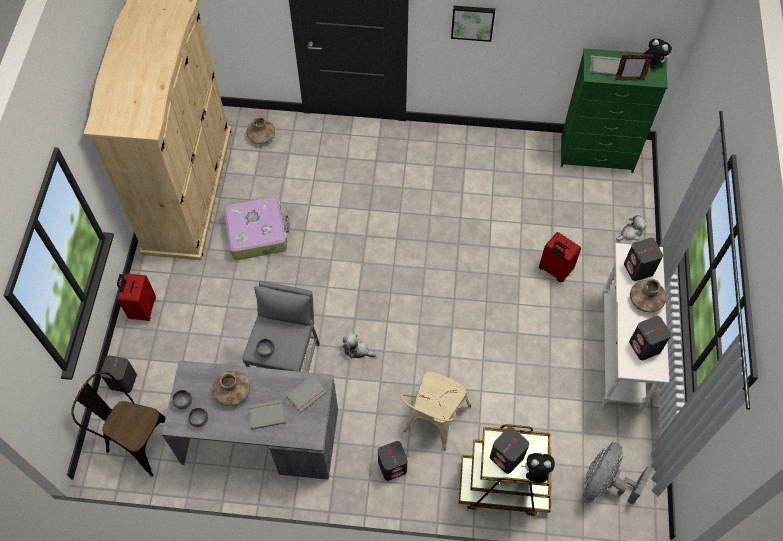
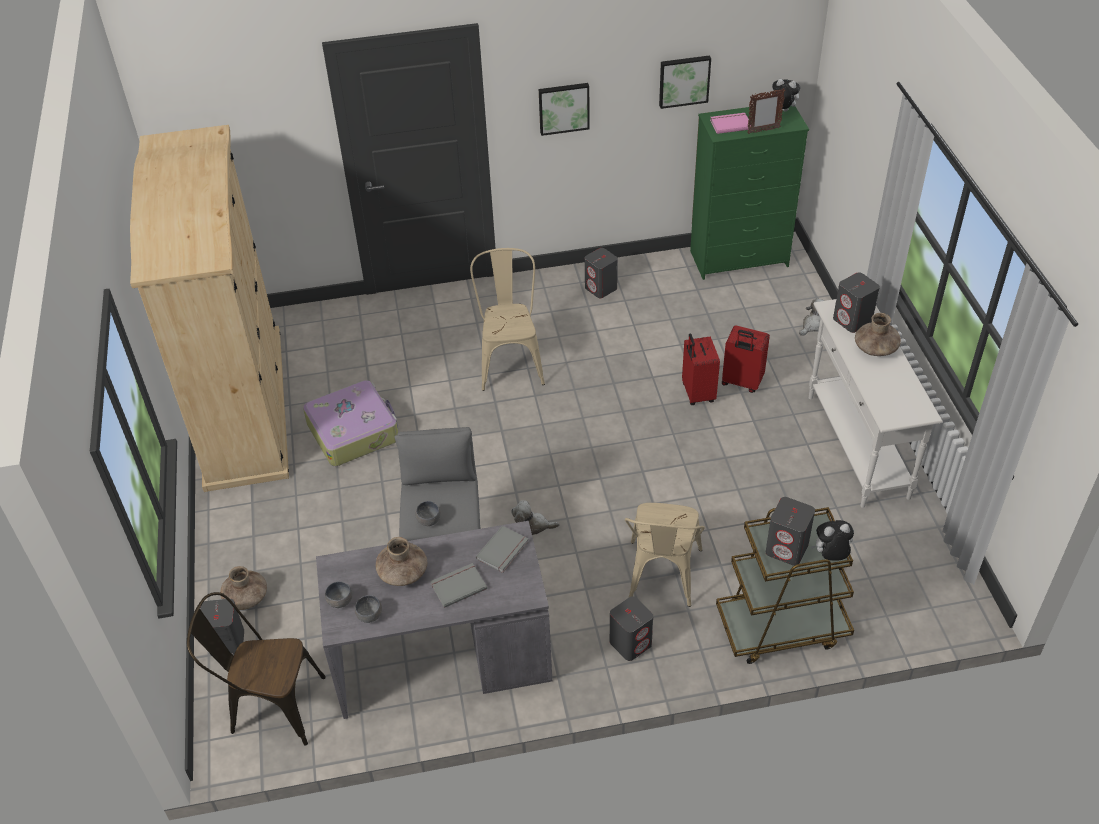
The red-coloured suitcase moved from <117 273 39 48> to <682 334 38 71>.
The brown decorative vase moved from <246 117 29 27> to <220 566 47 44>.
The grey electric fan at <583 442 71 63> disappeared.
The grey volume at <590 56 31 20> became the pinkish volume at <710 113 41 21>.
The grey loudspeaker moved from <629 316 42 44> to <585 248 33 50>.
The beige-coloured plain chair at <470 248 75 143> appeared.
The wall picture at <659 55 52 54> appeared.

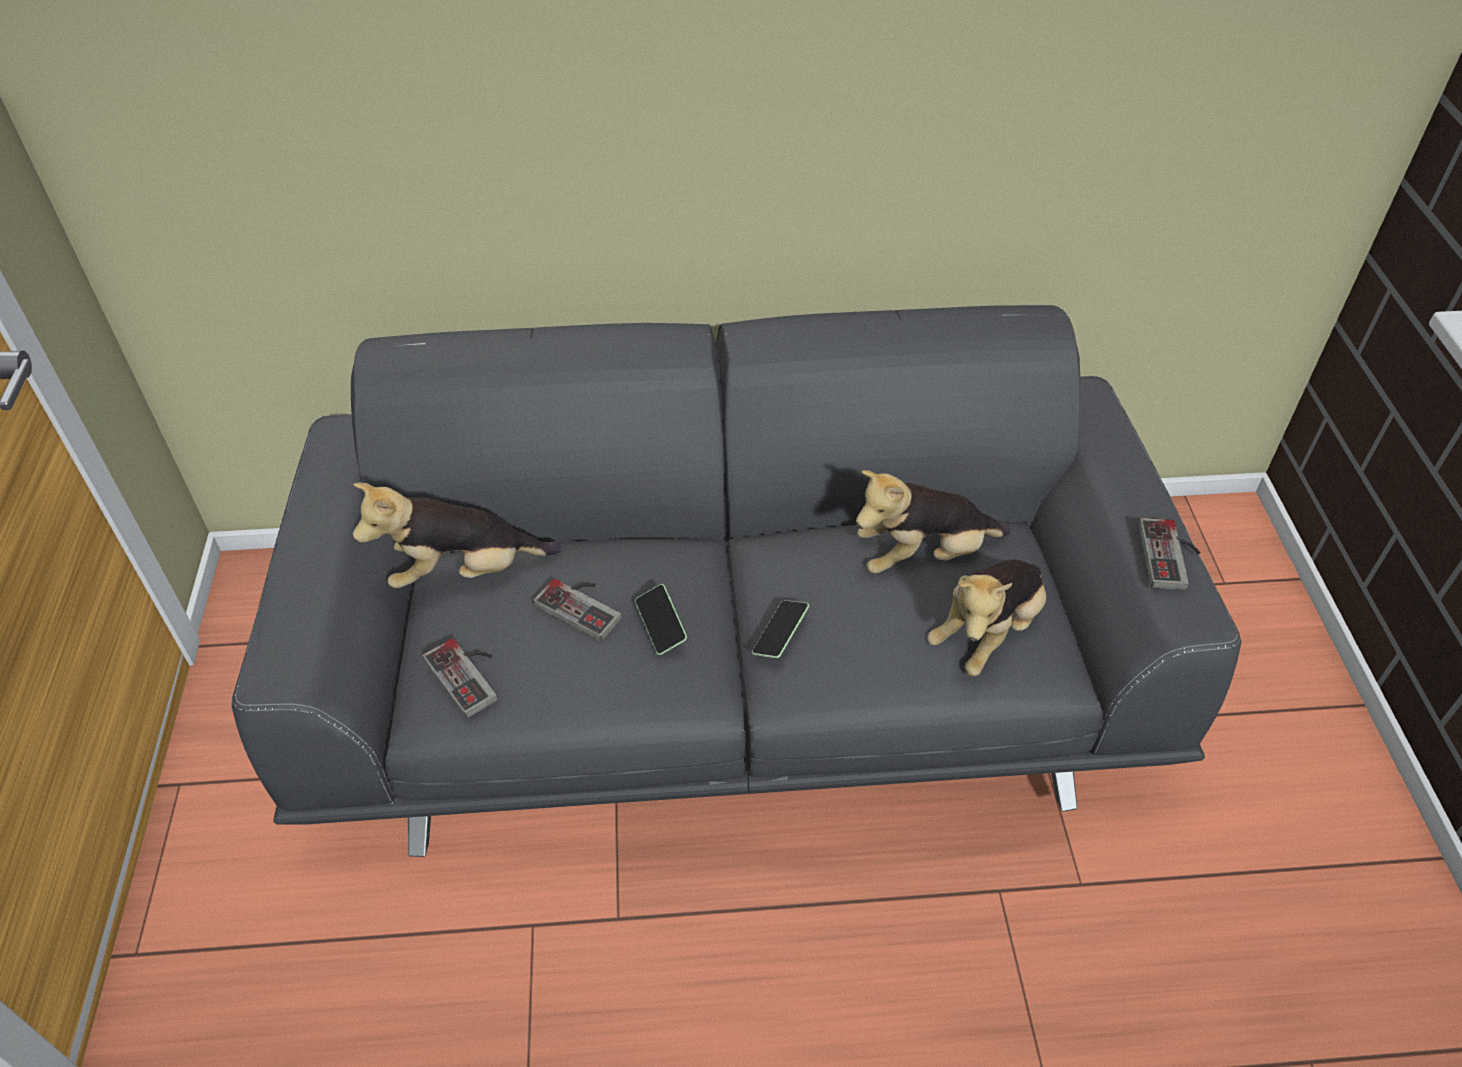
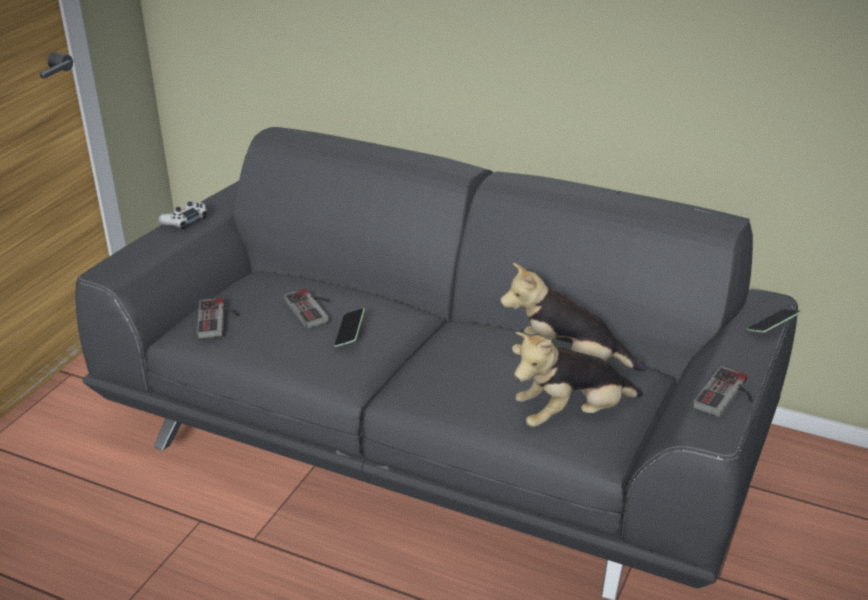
The plush toy at <353 483 209 105> disappeared.
The telephone moved from <752 600 57 58> to <747 309 54 24>.
The white game controller at <158 201 49 29> appeared.

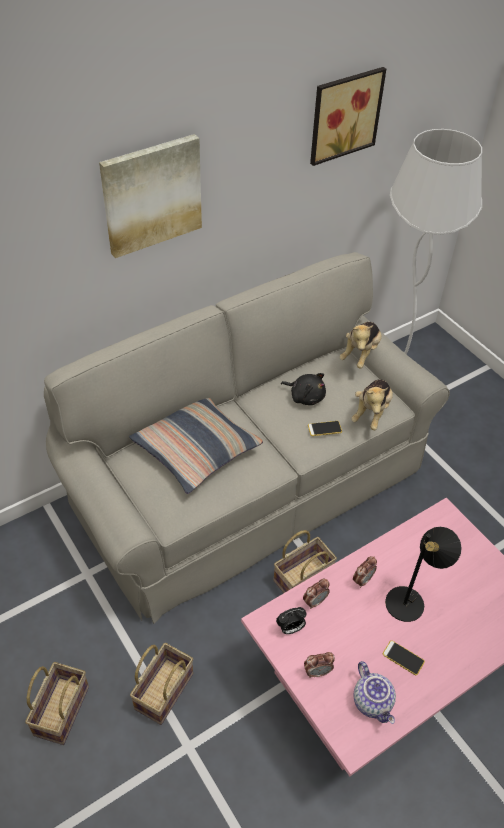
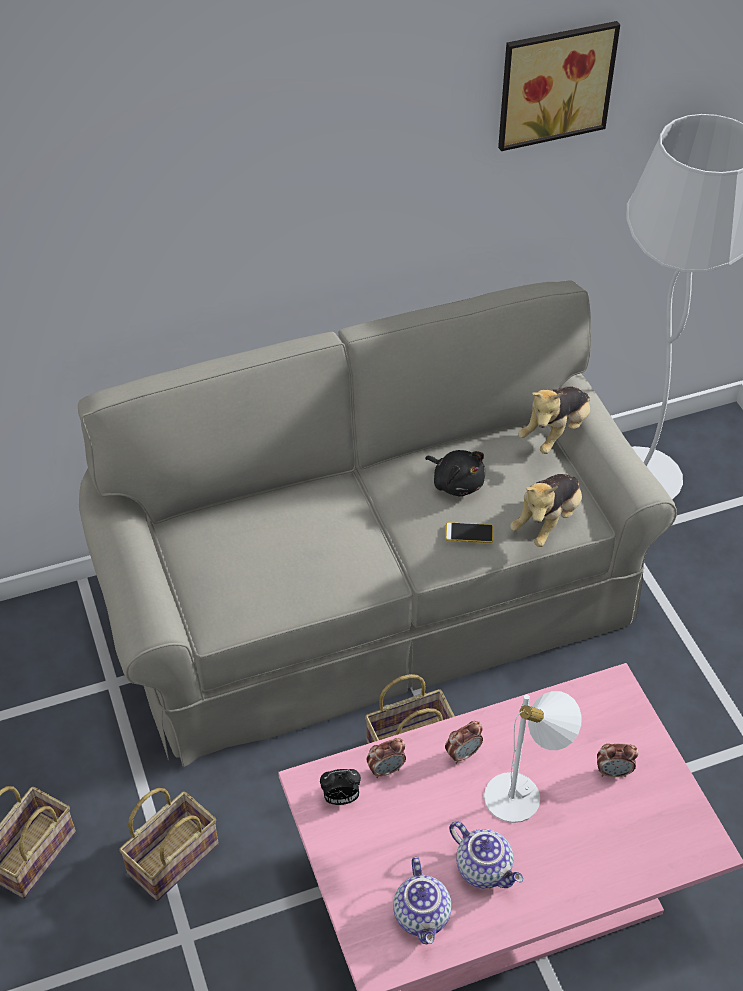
The wall picture at <99 134 103 124> disappeared.
The throw pillow at <129 398 134 96> disappeared.
The bedside clock moved from <304 652 31 26> to <597 744 42 33>.
The telephone at <383 640 42 35> was replaced by the teapot at <449 821 74 68>.
The black-coloured tabletop lamp at <385 527 77 95> became the white tabletop lamp at <484 691 98 132>.

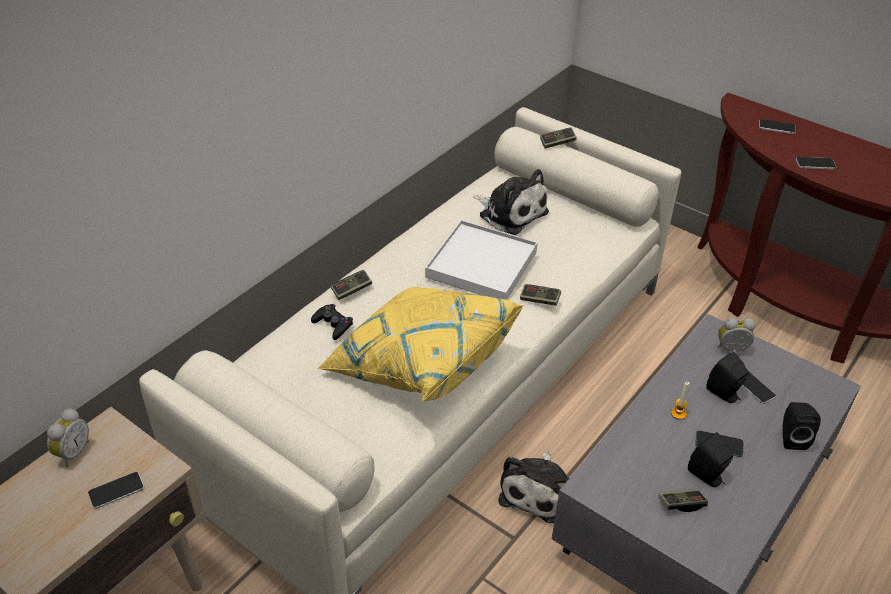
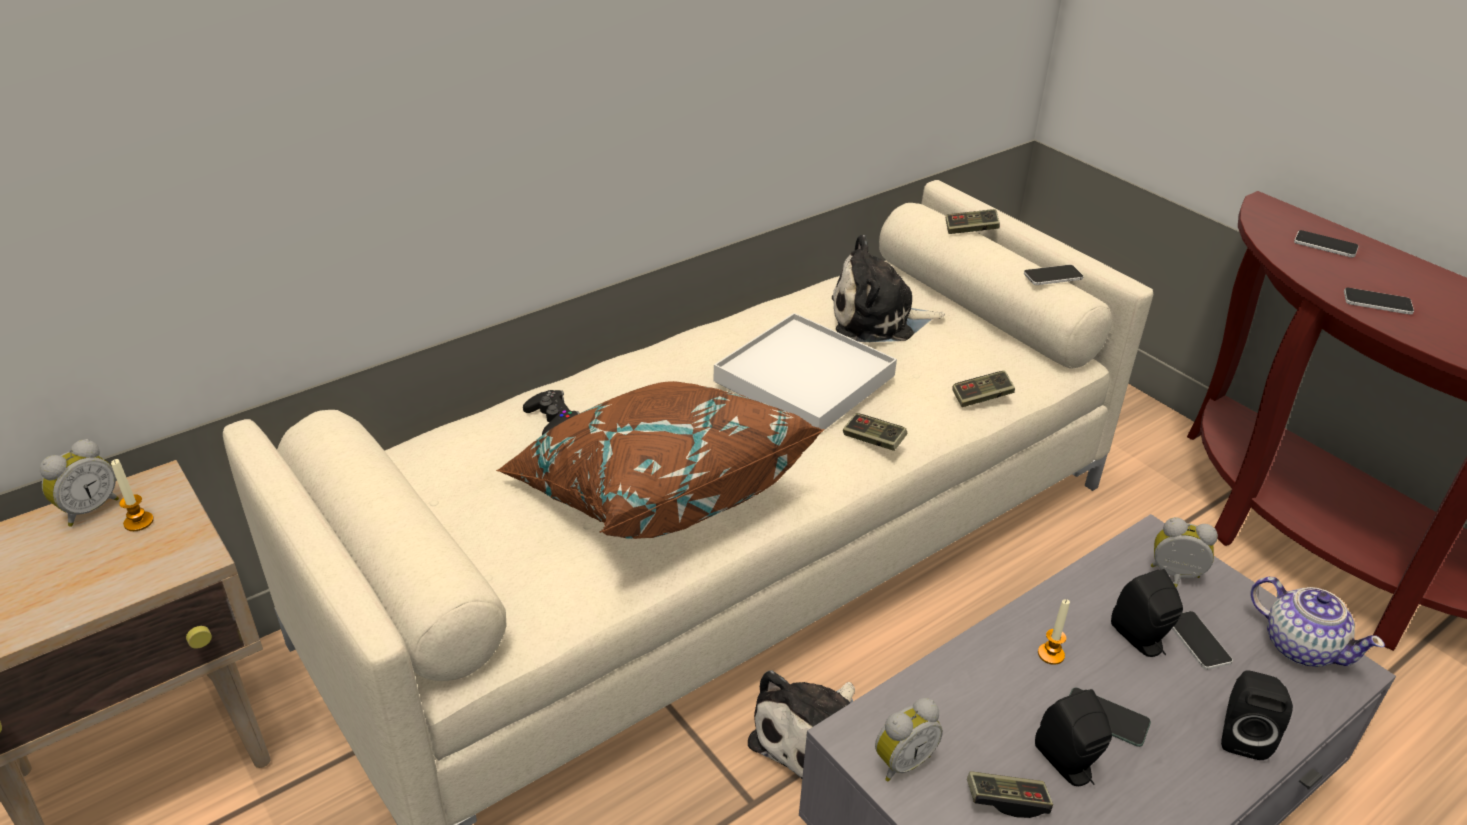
The telephone moved from <88 472 56 37> to <1024 265 60 20>.
The yellow-coloured throw pillow at <317 287 207 114> became the brown throw pillow at <496 381 328 158>.
The game controller moved from <331 270 41 30> to <952 371 63 36>.
The plush toy at <473 169 76 66> turned 120 degrees clockwise.
The wax light at <111 459 43 72> appeared.
The bedside clock at <875 698 68 84> appeared.
The teapot at <1250 577 135 90> appeared.

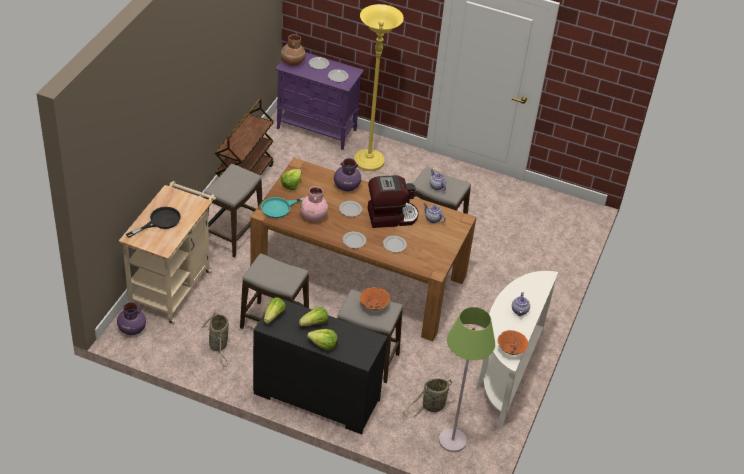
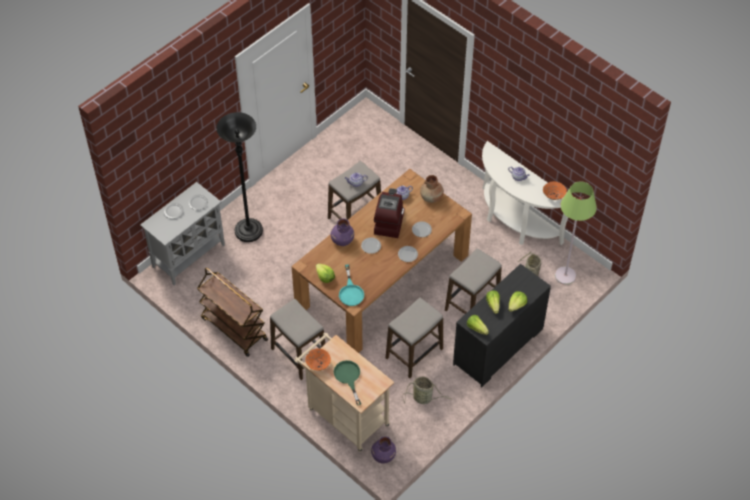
The black-coloured skillet at <126 207 55 31> became the greenish skillet at <334 360 27 45>.
The purple-coloured cabinet at <275 52 89 98> became the grey cabinet at <140 182 85 103>.
The brown decorative vase moved from <281 34 25 32> to <420 175 24 28>.
The pinkish decorative vase at <300 186 28 35> disappeared.
The yellow-coloured standard lamp at <354 4 50 167> became the black-coloured standard lamp at <216 112 47 130>.
The orange deep dish moved from <360 287 30 23> to <305 348 26 23>.

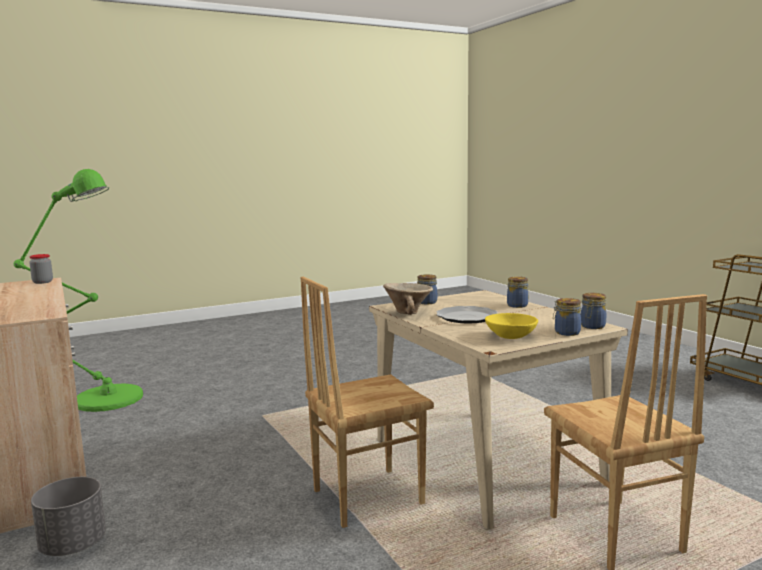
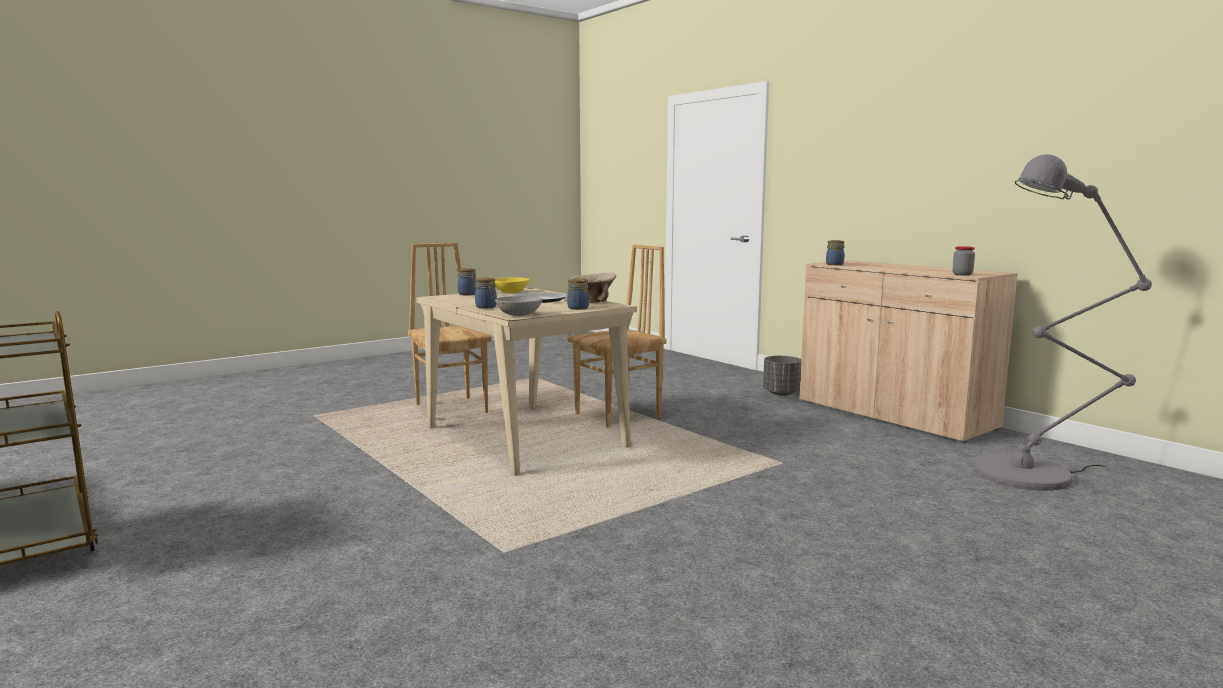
The greenish standard lamp at <14 169 129 243> became the grey standard lamp at <973 154 179 337>.
The storage jar moved from <581 293 25 36> to <826 240 18 25>.
The grey deep dish at <495 296 47 20> appeared.

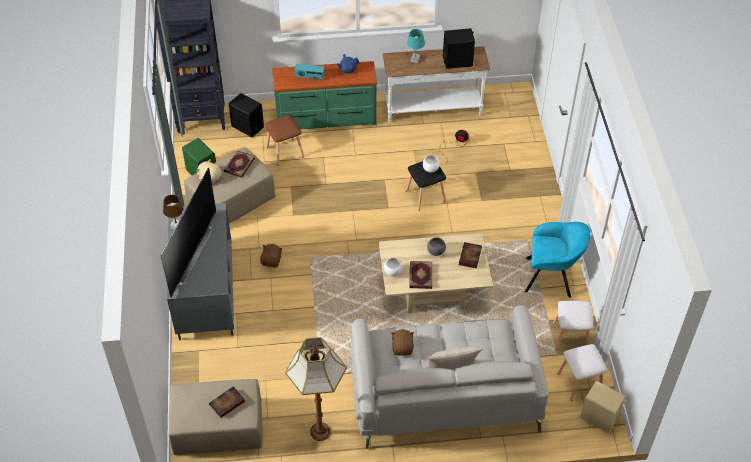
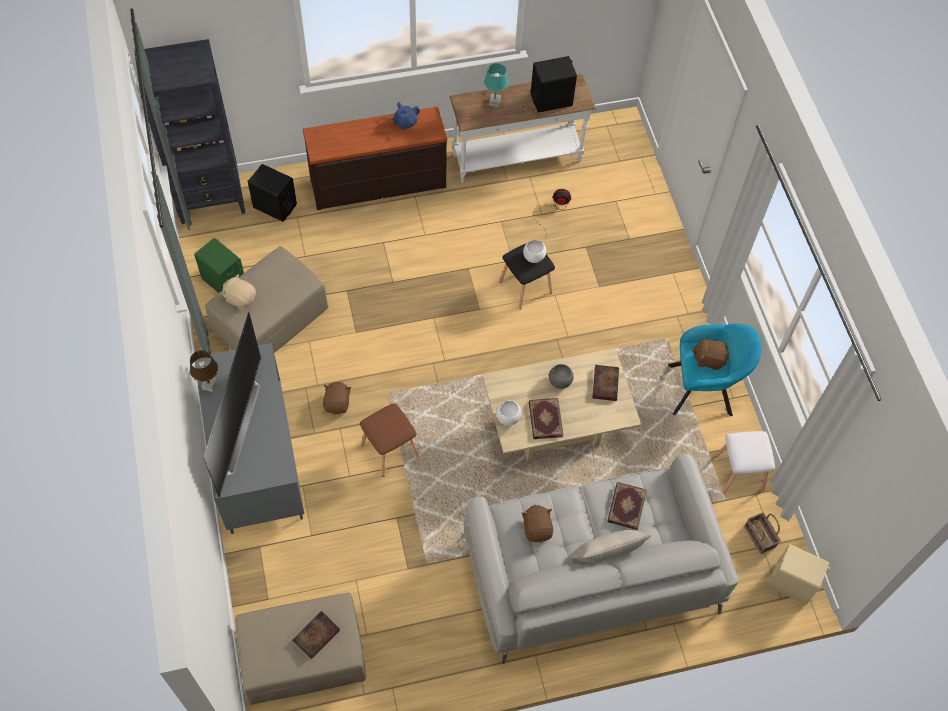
The volume moved from <223 150 32 28> to <608 482 39 48>.
The brown stool seat moved from <265 115 39 51> to <360 403 59 74>.
The greenish chest of drawers at <272 61 105 69> became the brown chest of drawers at <303 106 144 104>.
The standard lamp at <285 337 62 104> disappeared.
The radio receiver at <295 64 30 16> disappeared.
The white stool seat at <558 344 49 57> was replaced by the storage basket at <744 512 37 42>.
The brown plush toy at <692 336 37 34> appeared.

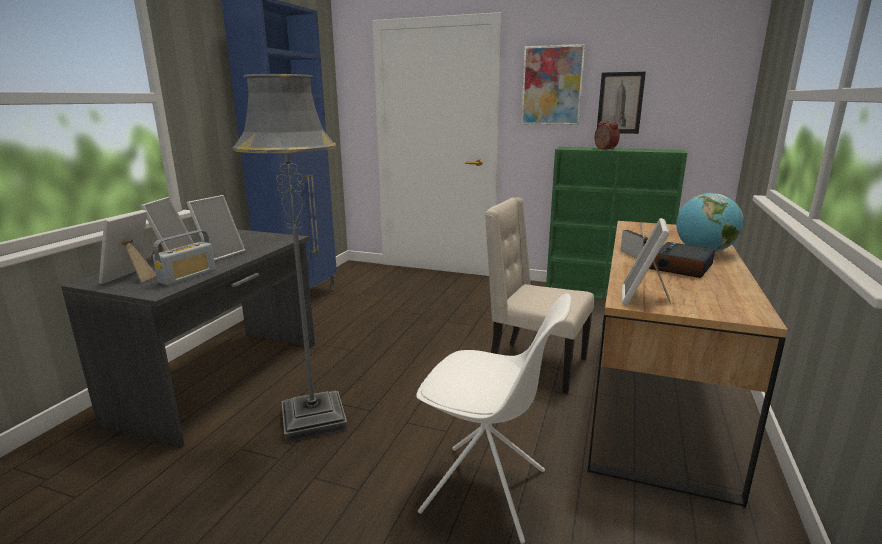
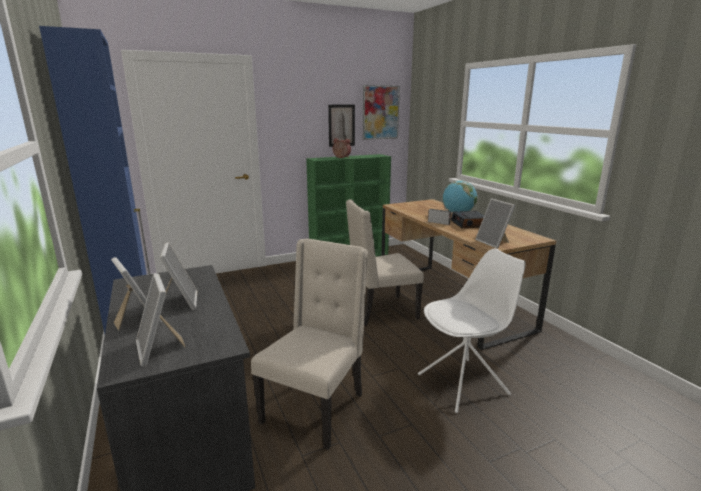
The radio receiver at <153 230 62 56> disappeared.
The grey standard lamp at <233 74 115 369> was replaced by the beige-coloured plain chair at <251 239 117 211>.
The wall picture moved from <521 44 64 81> to <363 85 37 55>.

